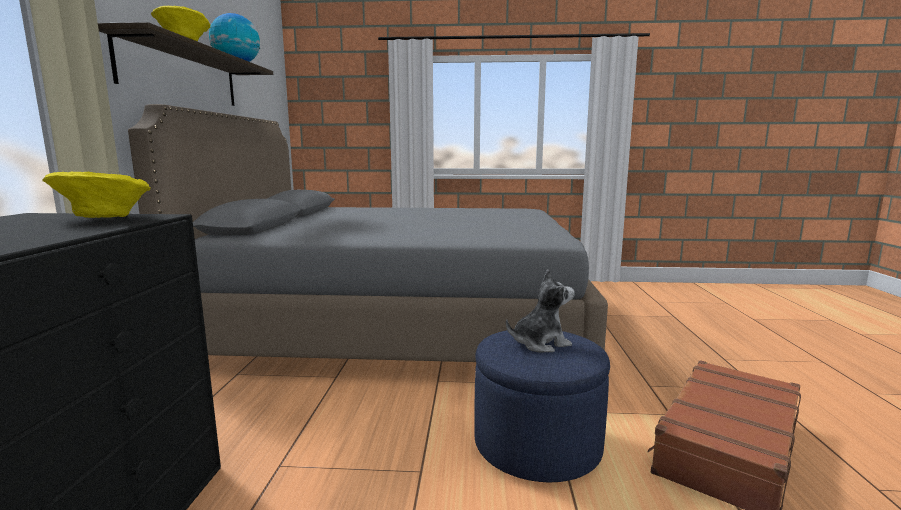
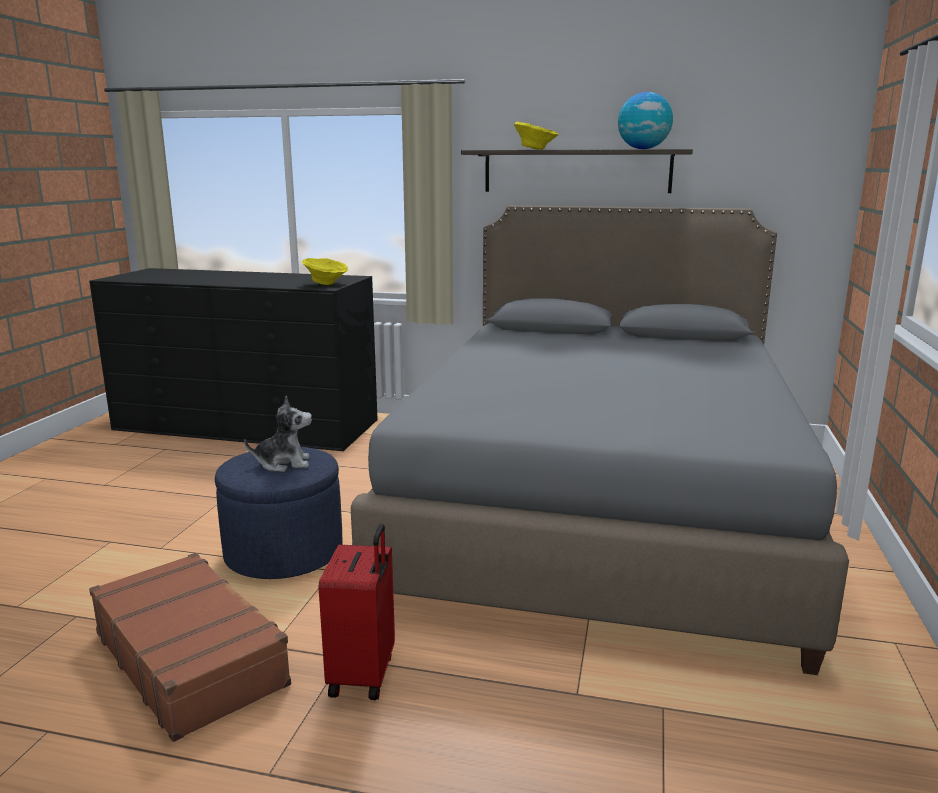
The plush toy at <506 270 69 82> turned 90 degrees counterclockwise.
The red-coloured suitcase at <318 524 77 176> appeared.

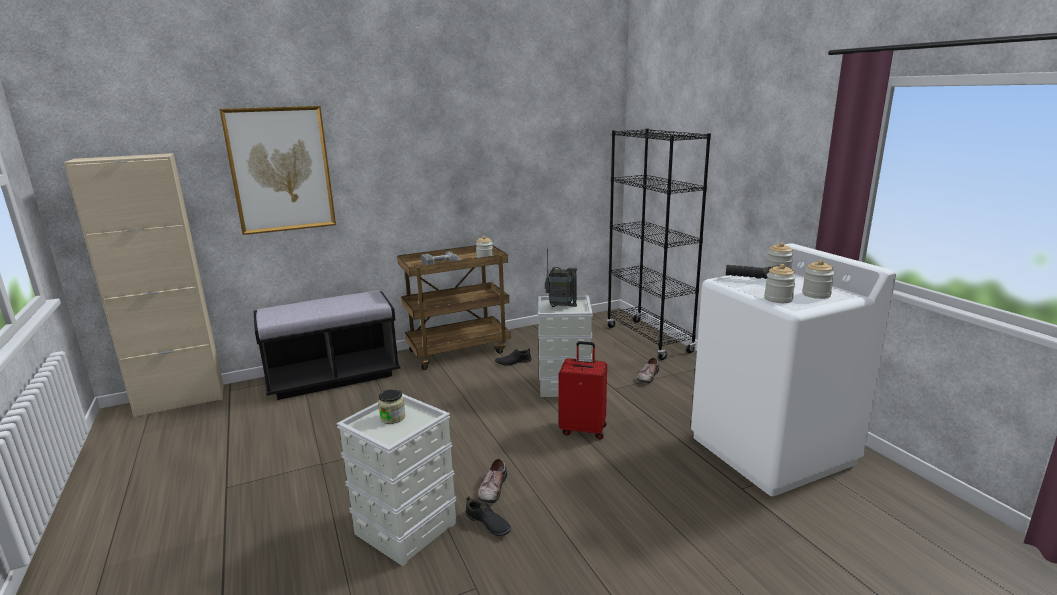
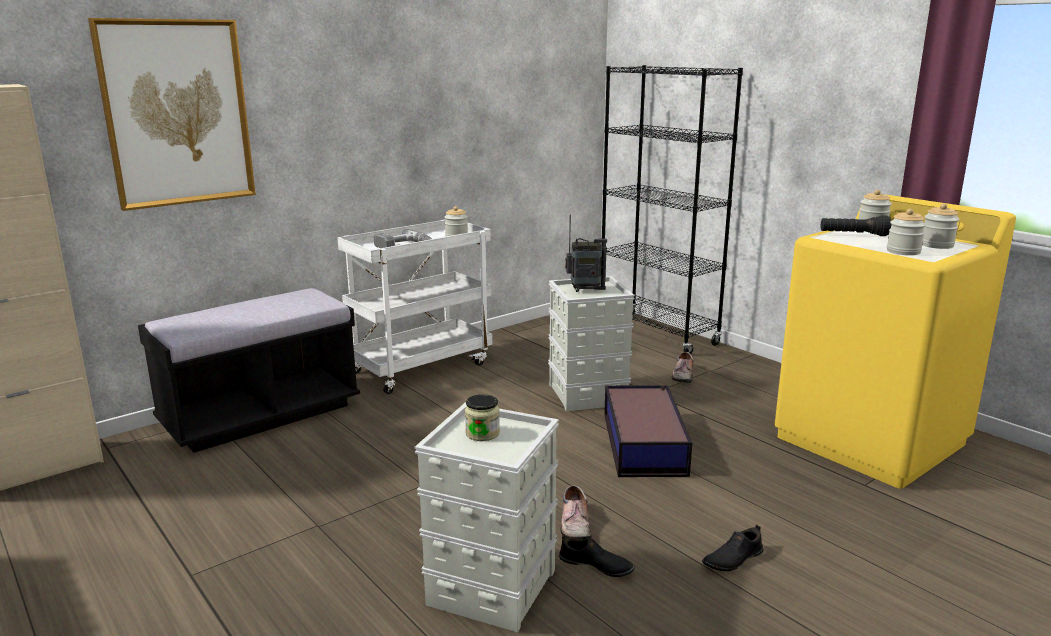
The brown cart at <397 245 114 125> became the white cart at <337 219 156 175>.
The black-coloured low shoe moved from <495 348 37 18> to <702 524 61 47>.
The red-coloured suitcase at <558 341 49 99> was replaced by the storage bin at <604 385 88 92>.
The white laundry appliance at <691 243 205 253> became the yellow-coloured laundry appliance at <775 195 241 294>.

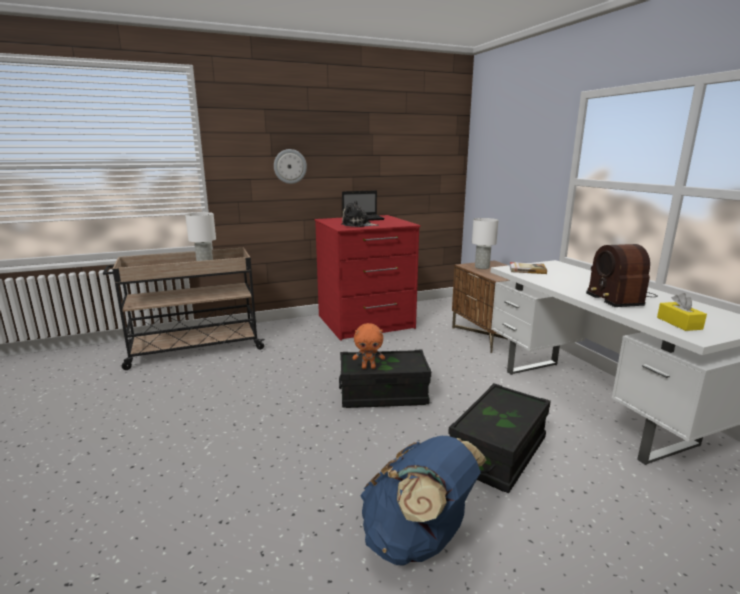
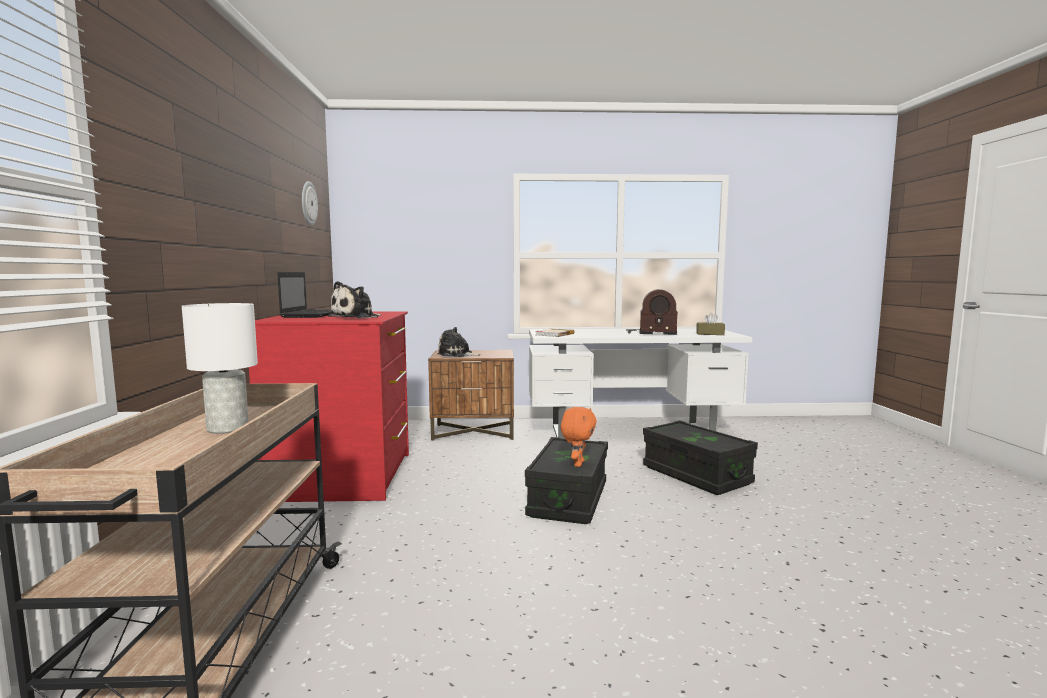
The hanging clock moved from <274 149 33 35> to <302 181 16 45>.
The blue knapsack at <360 436 127 129> disappeared.
The white tabletop lamp at <472 218 27 51> was replaced by the plush toy at <437 327 44 30>.
The yellow-coloured tissue box at <657 293 50 38> became the brown tissue box at <696 313 29 22>.

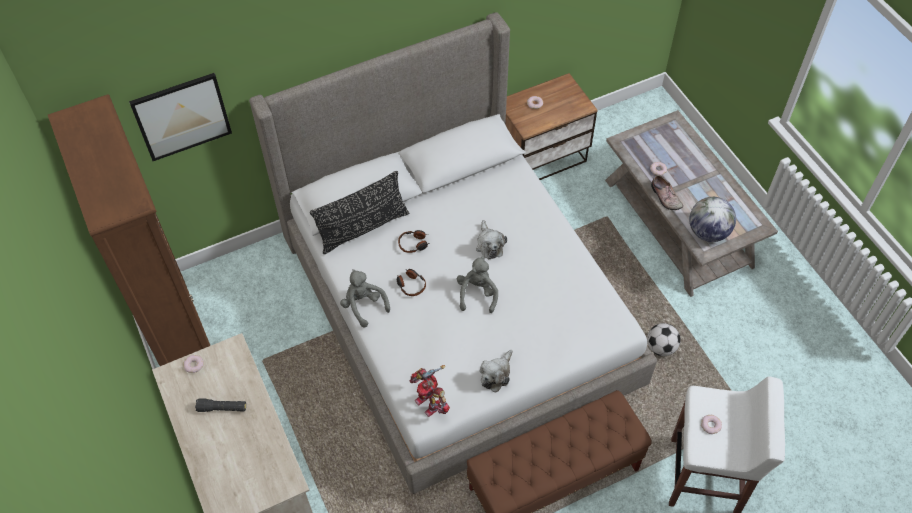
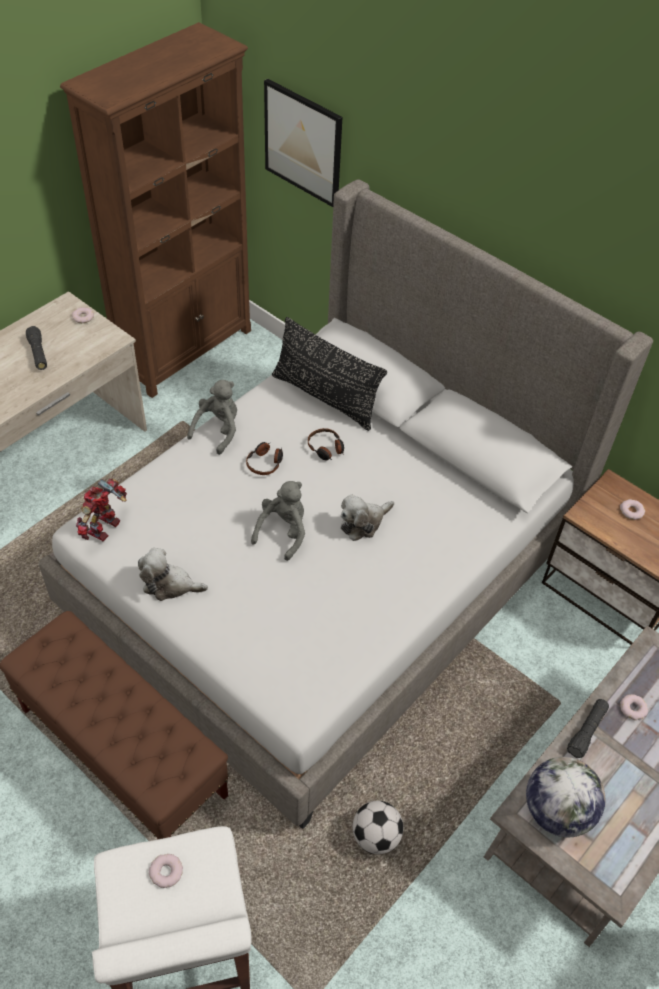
The grey plush toy at <457 256 41 57> turned 45 degrees counterclockwise.
The low shoe at <651 175 32 35> was replaced by the black-coloured hand torch at <567 699 42 59>.

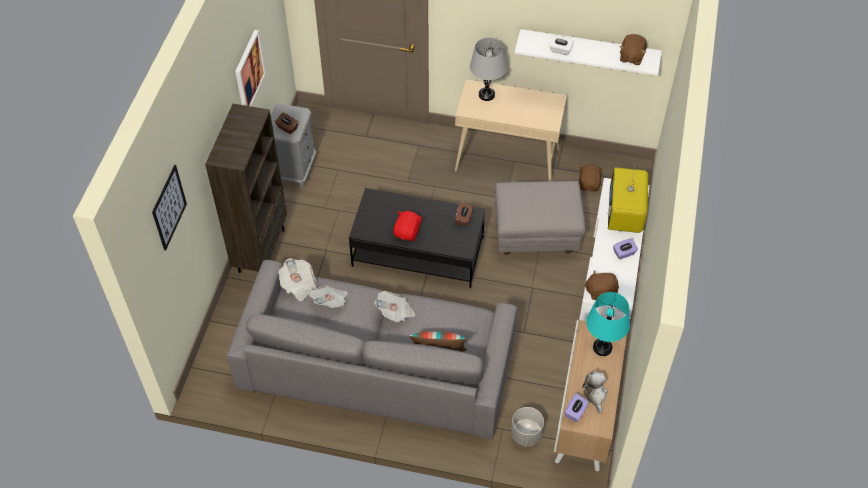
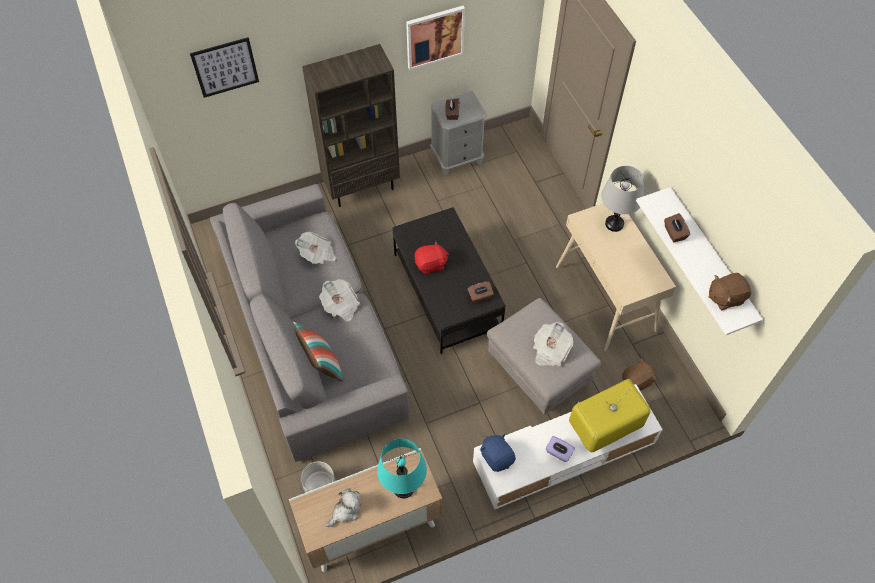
The newspaper moved from <278 258 39 43> to <533 322 40 44>.
The white tissue box at <549 35 25 20> became the brown tissue box at <664 213 26 29>.
The purple-coloured tissue box at <564 393 25 29> disappeared.
The brown plush toy at <584 270 35 30> became the blue plush toy at <480 434 36 38>.

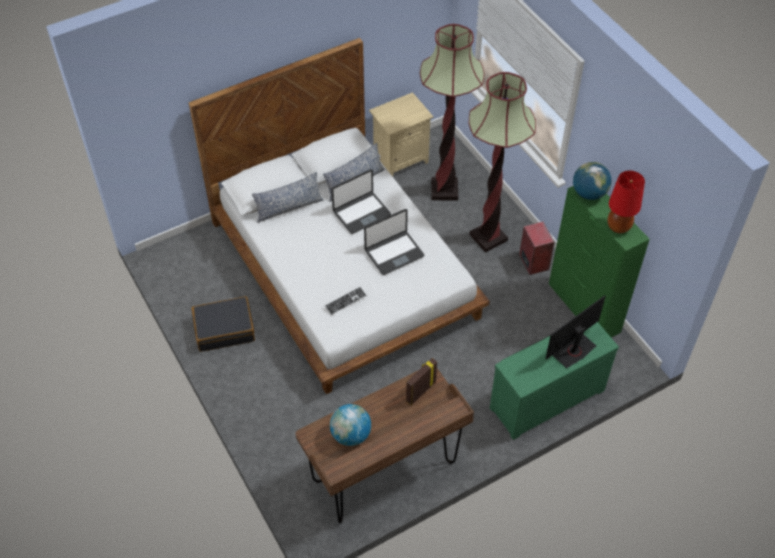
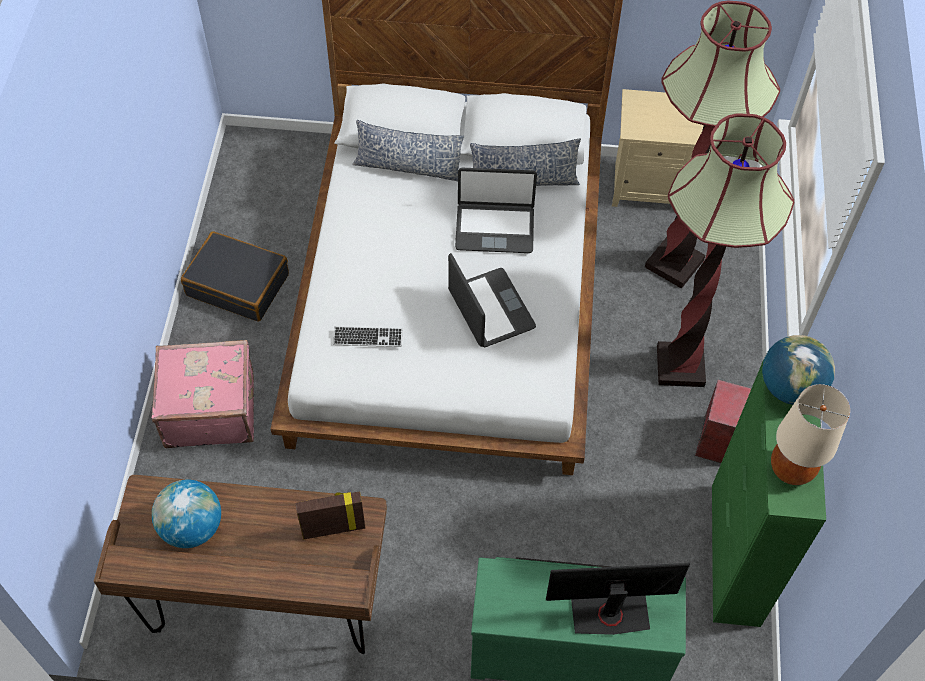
The notebook computer at <364 209 60 66> turned 120 degrees counterclockwise.
The red-coloured tabletop lamp at <607 171 38 62> became the beige-coloured tabletop lamp at <771 384 79 101>.
The pinkish suitcase at <152 340 102 108> appeared.

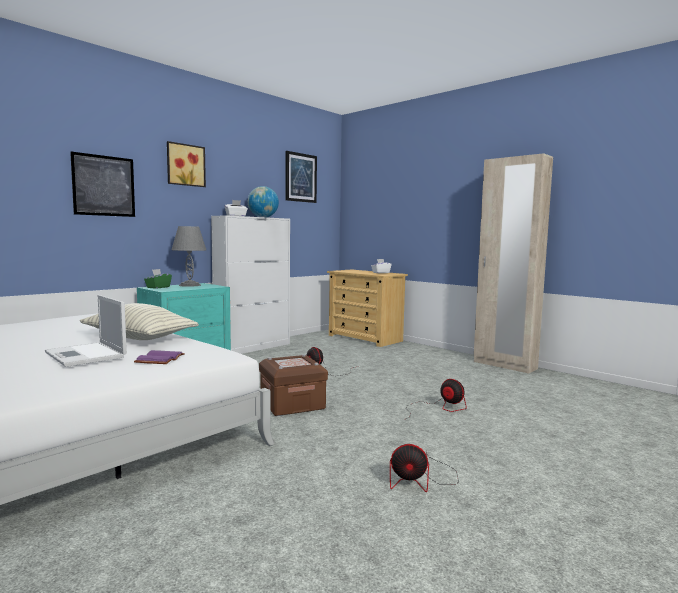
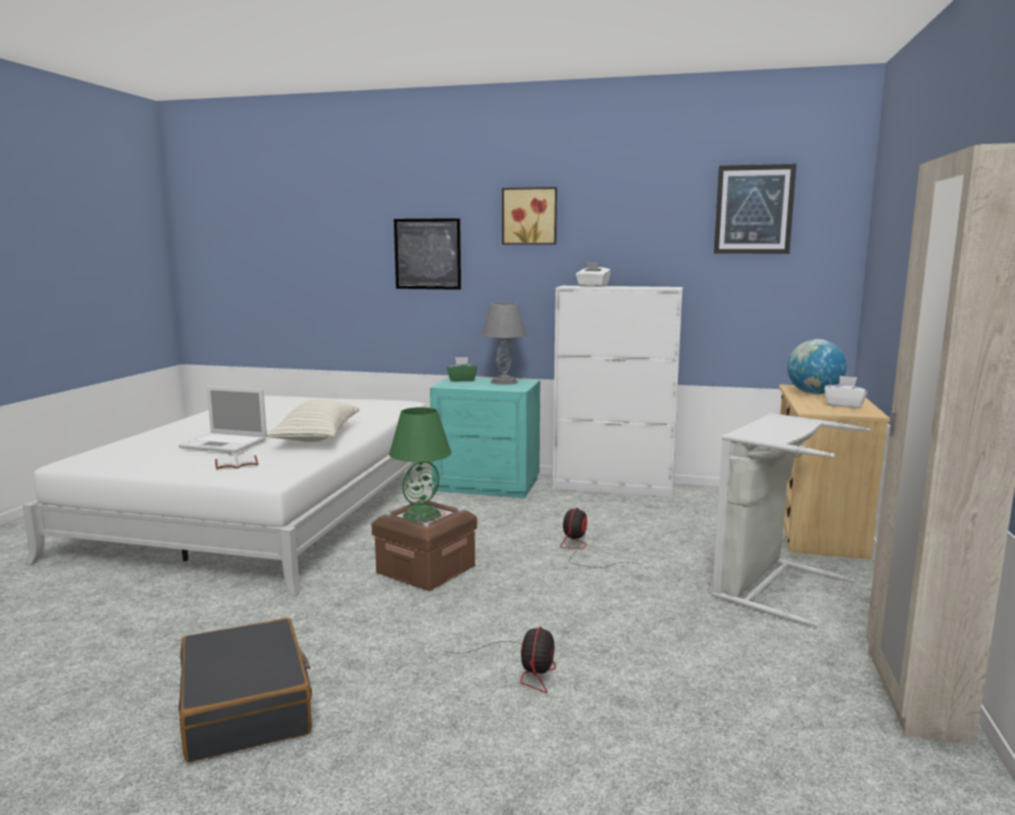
The notebook computer at <45 295 82 72> turned 90 degrees counterclockwise.
The purple-coloured volume at <134 350 51 14> became the white volume at <215 453 43 16>.
The desk globe moved from <248 186 31 31> to <787 339 60 55>.
The electric fan at <390 444 69 48> was replaced by the black-coloured suitcase at <178 618 134 144>.
The greenish tabletop lamp at <389 407 62 115> appeared.
The grey hamper at <712 413 159 214> appeared.

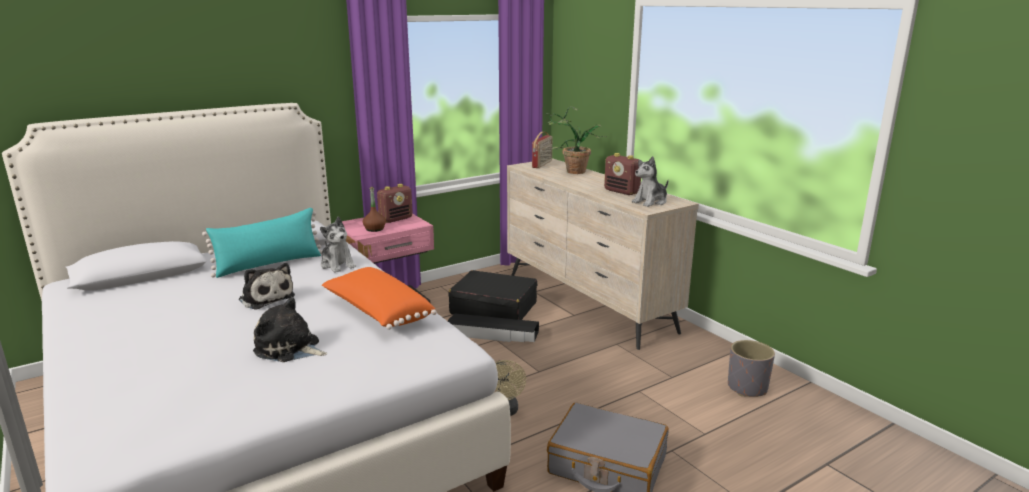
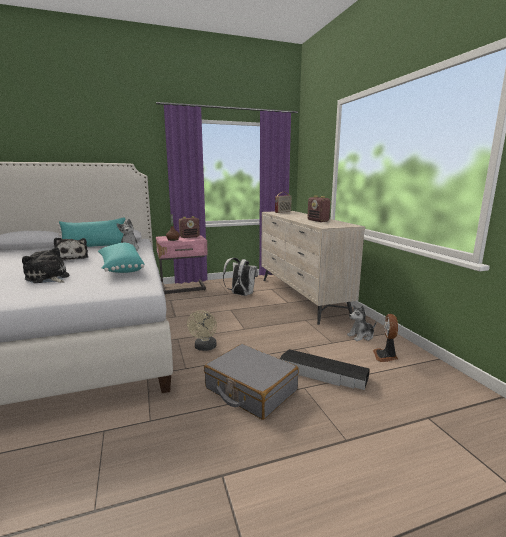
The orange throw pillow at <322 267 115 63> became the turquoise throw pillow at <98 243 46 30>.
The black-coloured suitcase at <448 270 89 50> was replaced by the white knapsack at <223 258 35 38>.
The black-coloured storage bin moved from <448 314 91 28> to <280 349 89 41>.
The potted plant at <546 107 60 67> disappeared.
The plush toy moved from <632 156 36 51> to <347 305 30 36>.
The grey planter at <728 340 47 57> was replaced by the electric fan at <373 314 25 48>.

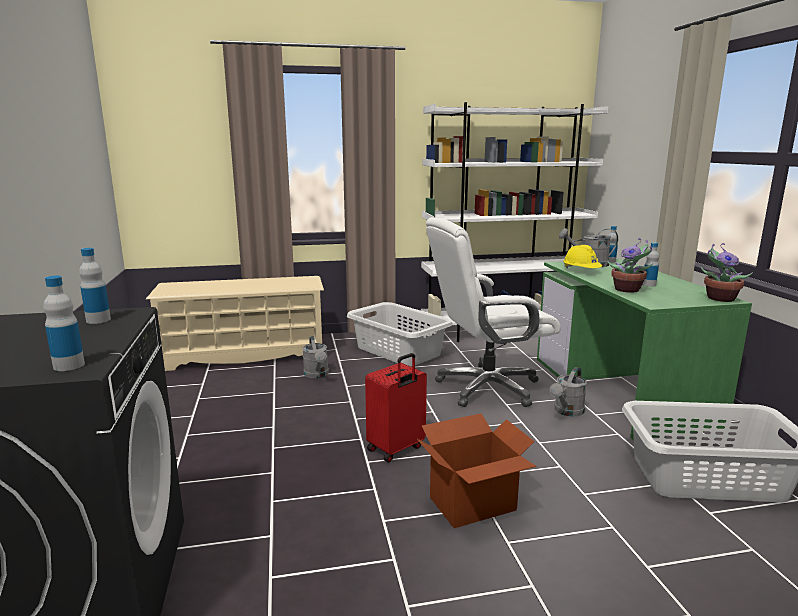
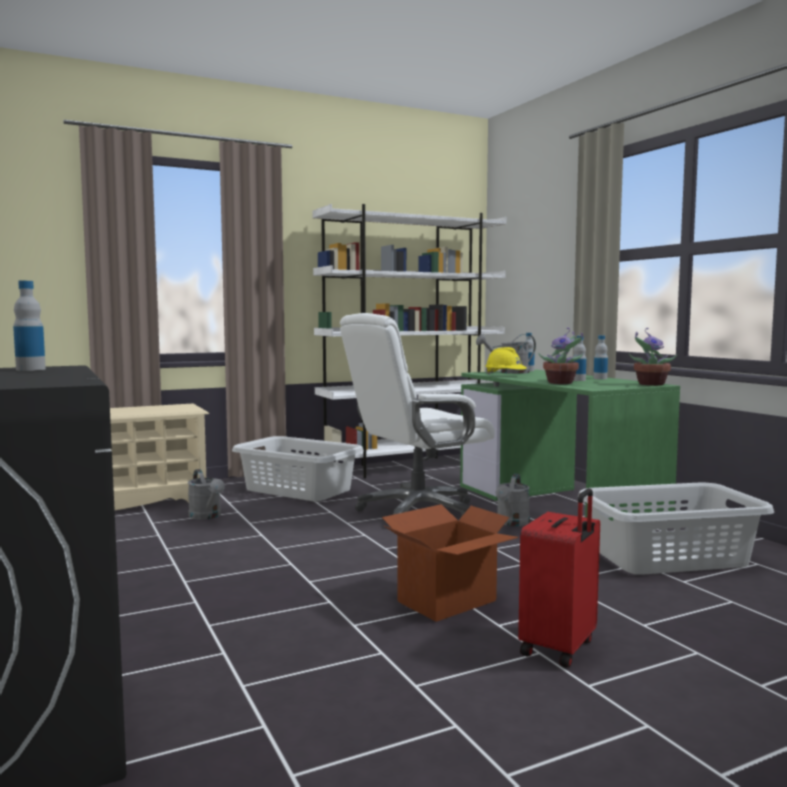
The bottle moved from <43 276 42 95> to <594 335 14 44>.
The red-coloured suitcase moved from <365 353 62 109> to <518 488 82 180>.

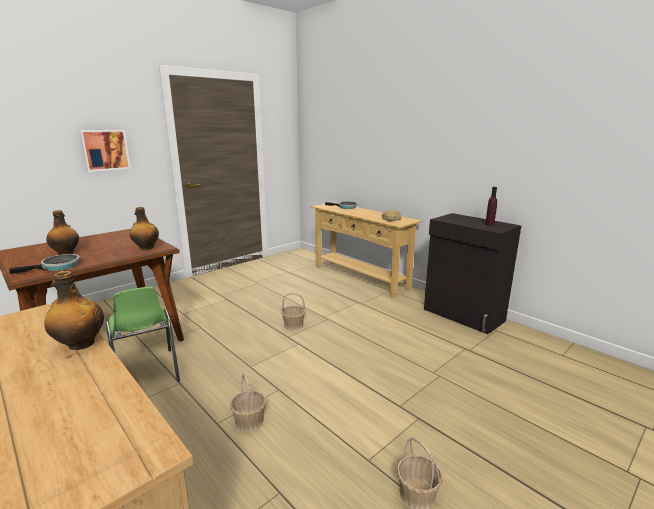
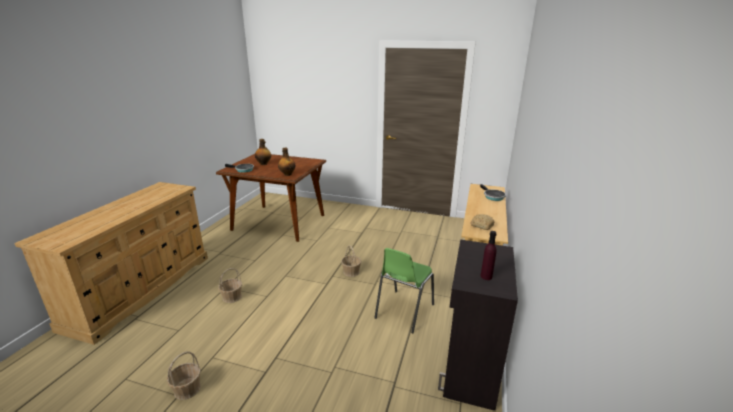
The bottle at <45 271 59 79> disappeared.
The wall picture at <79 130 52 42> disappeared.
The greenish plain chair moved from <105 287 75 95> to <374 248 60 85>.

